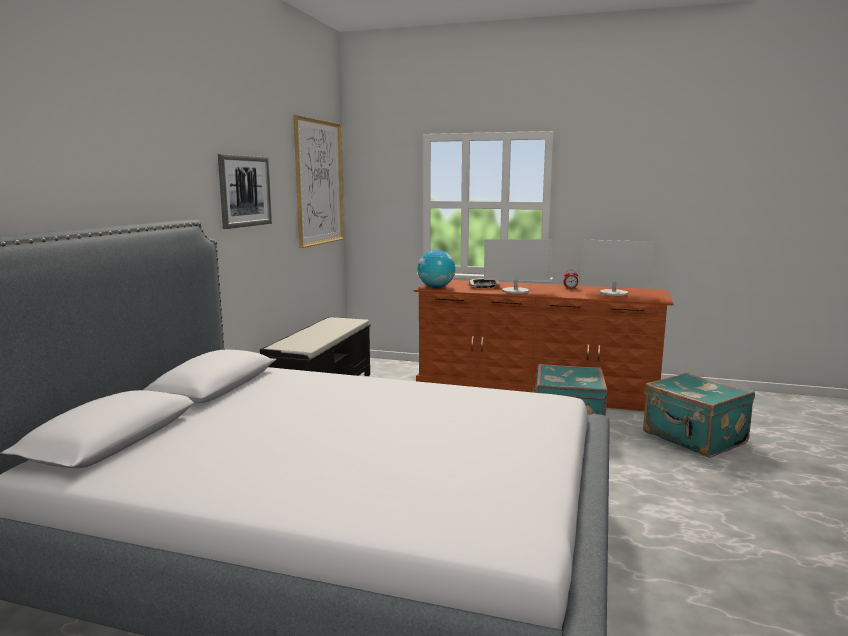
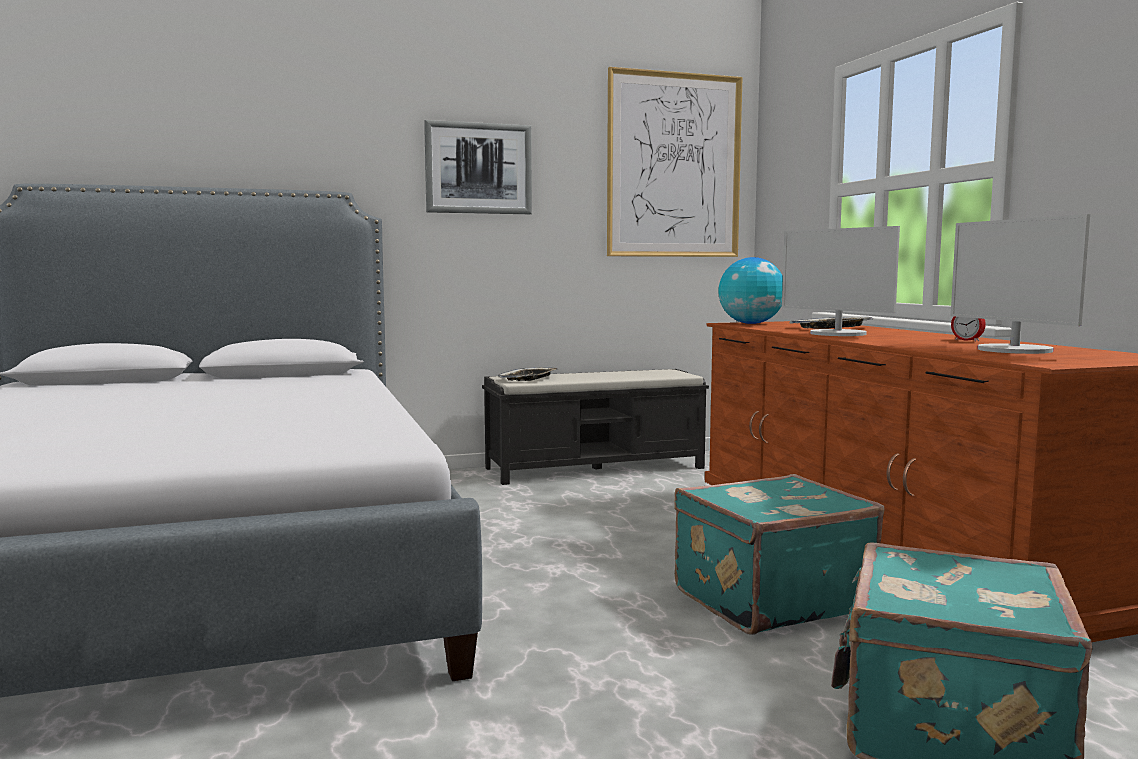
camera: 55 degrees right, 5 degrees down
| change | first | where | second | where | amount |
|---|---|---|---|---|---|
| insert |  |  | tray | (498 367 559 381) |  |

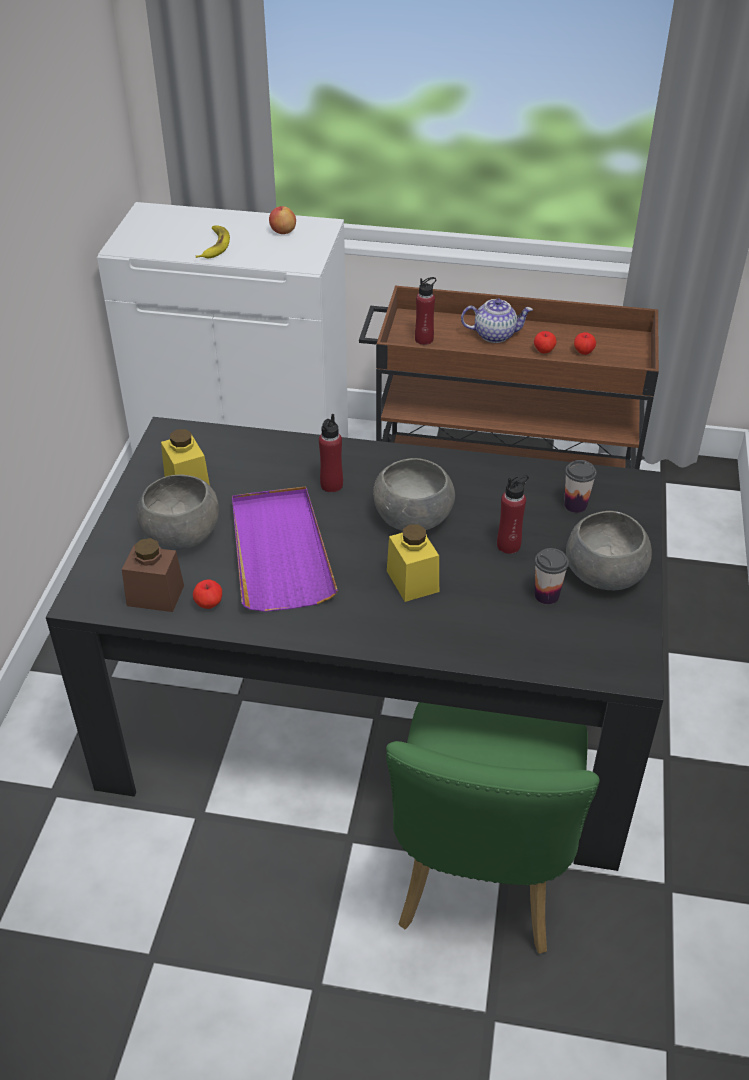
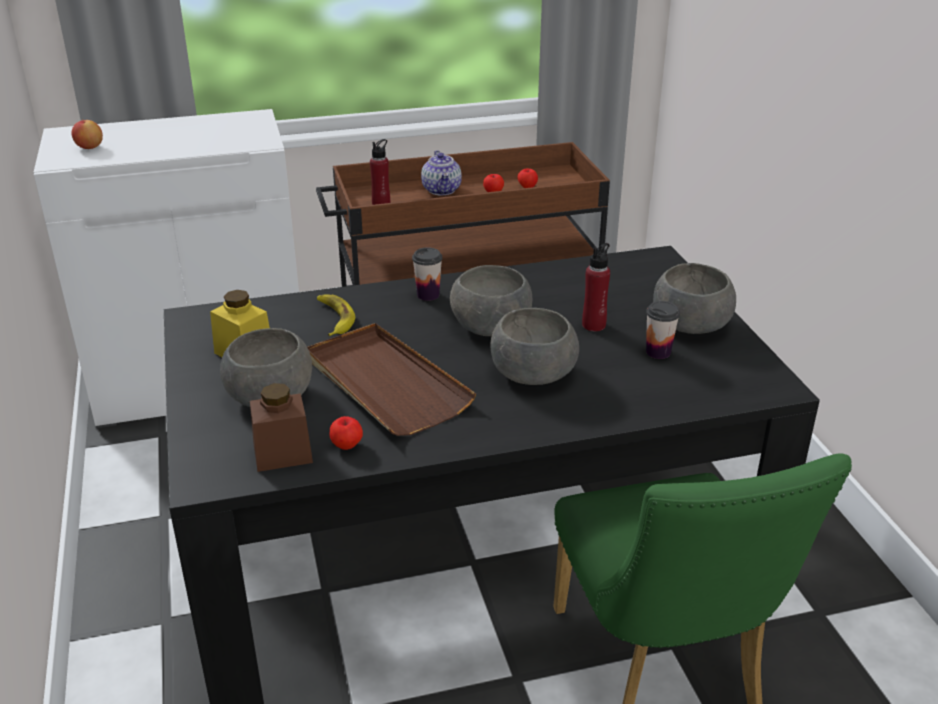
camera: 25 degrees left, 10 degrees down
| change | first | where | second | where | amount |
|---|---|---|---|---|---|
| move | apple | (269 206 296 234) |  | (71 120 103 149) |  |
| recolor | purple_tray | (232 487 338 612) | brown_tray | (307 323 476 436) |  |
| move | banana | (196 225 230 258) |  | (317 294 355 336) |  |
| move | cup | (564 460 597 513) |  | (412 247 442 301) |  |
| rotate | teapot | (461 299 533 343) |  | (421 150 462 195) | 105 degrees clockwise |
| replace | yellow_jar | (387 525 439 602) | grey_bowl | (490 308 579 385) |  |
| delete | red_bottle | (319 414 343 492) |  |  |  |

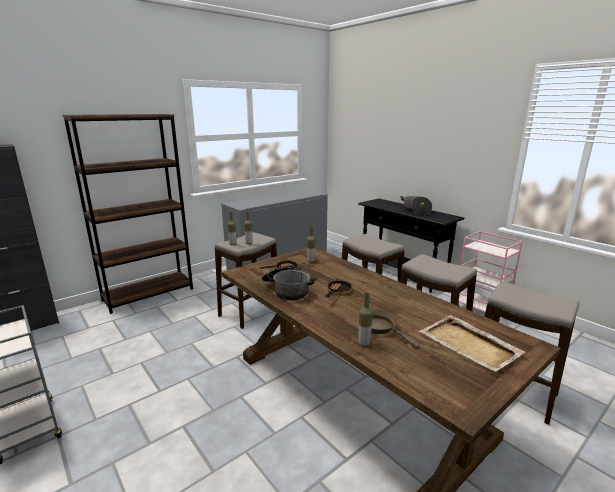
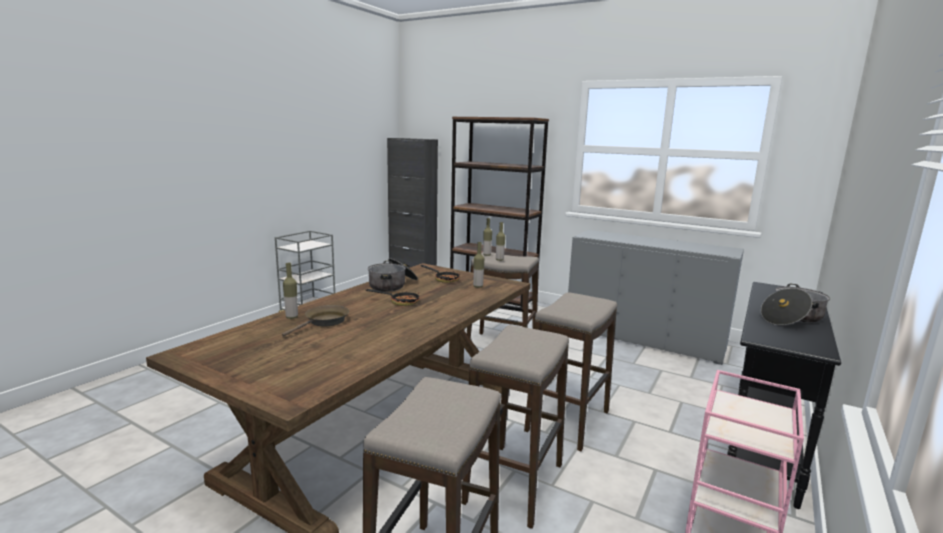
camera: 70 degrees right, 5 degrees down
| change | first | where | second | where | amount |
|---|---|---|---|---|---|
| delete | beige_tray | (419 315 525 372) |  |  |  |

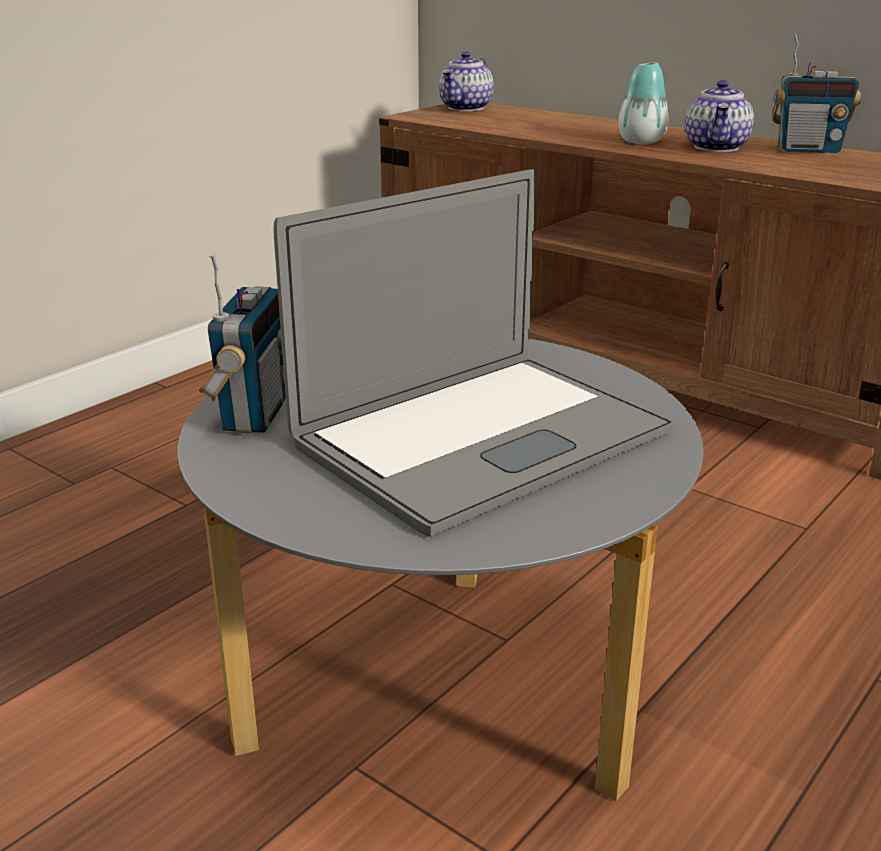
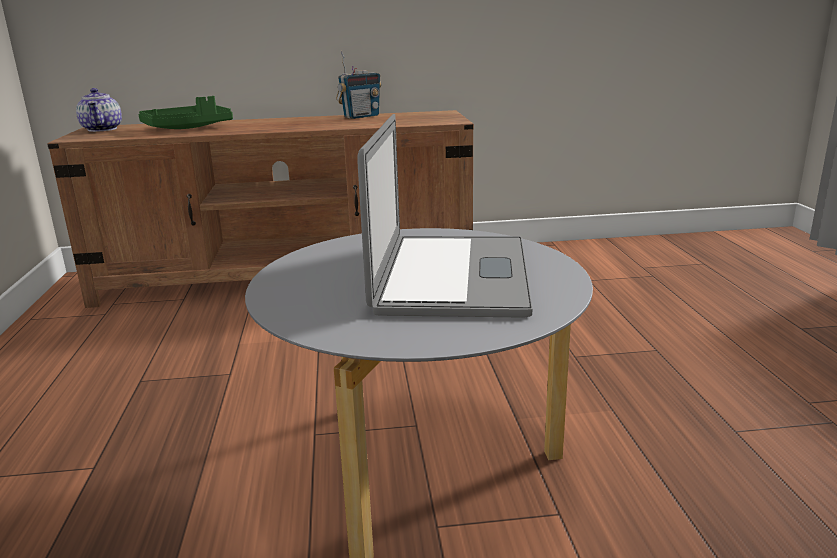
camera: 45 degrees left, 5 degrees down
| change | first | where | second | where | amount |
|---|---|---|---|---|---|
| insert |  |  | green_tray | (138 96 233 129) |  |
| delete | radio | (199 252 286 434) |  |  |  |
| delete | vase | (618 62 668 144) |  |  |  |
| delete | teapot | (685 80 754 152) |  |  |  |

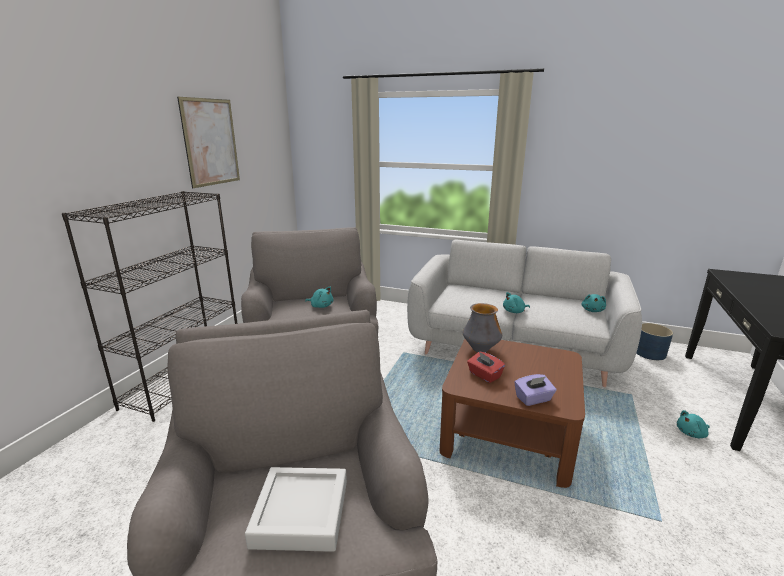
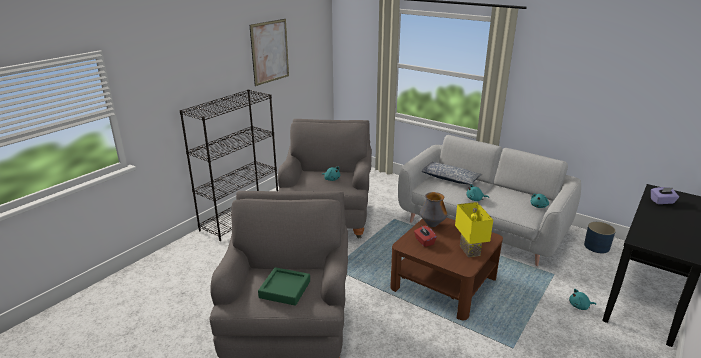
camera: 15 degrees right, 5 degrees up
| change | first | where | second | where | amount |
|---|---|---|---|---|---|
| recolor | grey_tray | (245 467 347 552) | green_tray | (258 267 310 306) |  |
| insert |  |  | pillow | (422 162 482 185) |  |
| insert |  |  | yellow_table_lamp | (455 202 493 257) |  |
| move | purple_tissue_box | (514 374 556 406) |  | (651 187 679 204) |  |

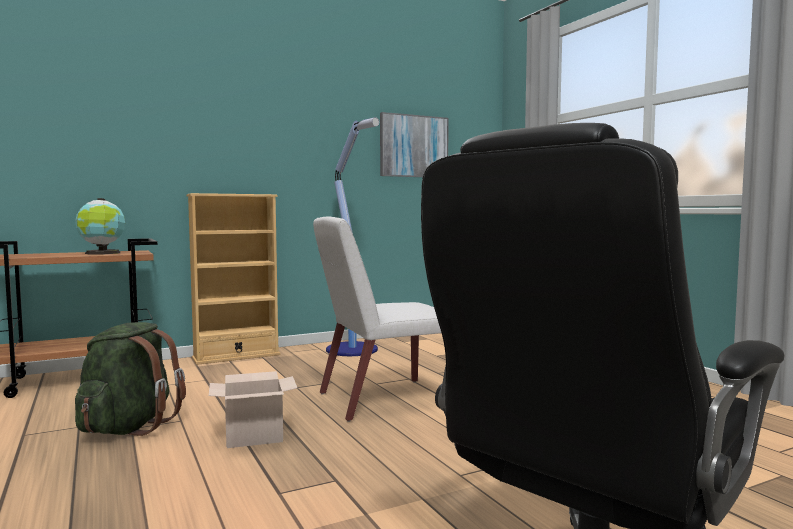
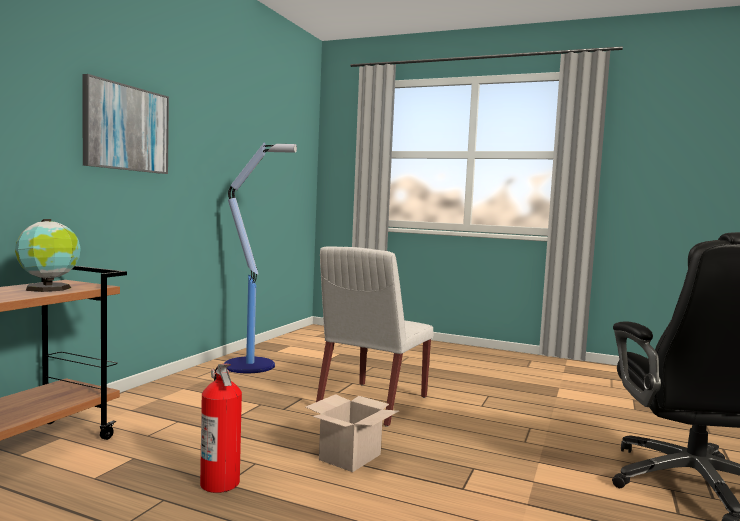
camera: 40 degrees left, 0 degrees up
| change | first | where | second | where | amount |
|---|---|---|---|---|---|
| move | picture | (380 112 449 177) |  | (82 74 169 174) |  |
| replace | green_backpack | (75 322 186 436) | fire_extinguisher | (200 364 242 493) |  |
| delete | beige_bookcase | (186 193 280 365) |  |  |  |

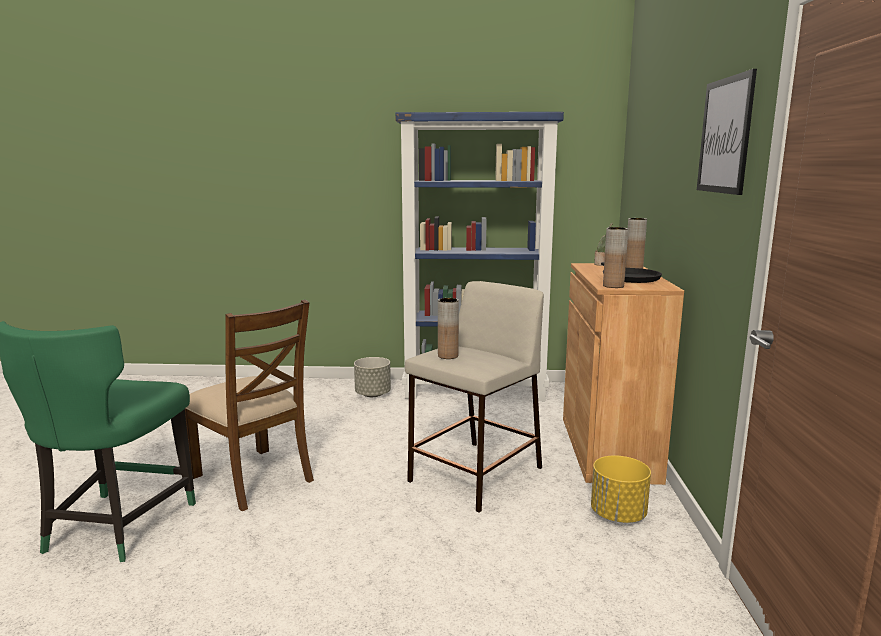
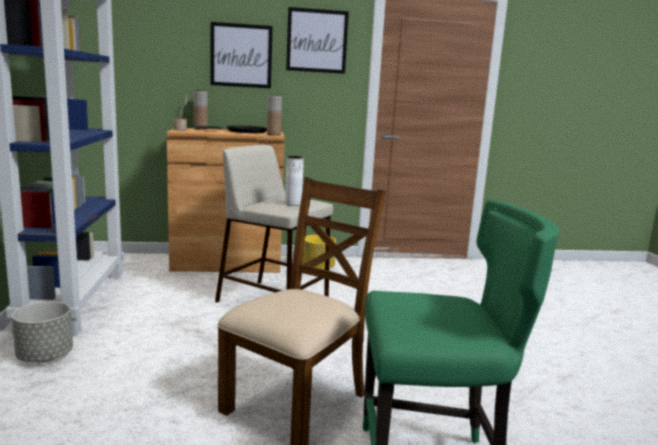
camera: 100 degrees left, 0 degrees up
| change | first | where | second | where | amount |
|---|---|---|---|---|---|
| insert |  |  | picture | (211 22 273 88) |  |
| recolor | brown_vase | (438 298 459 359) | white_vase | (285 156 304 206) |  |

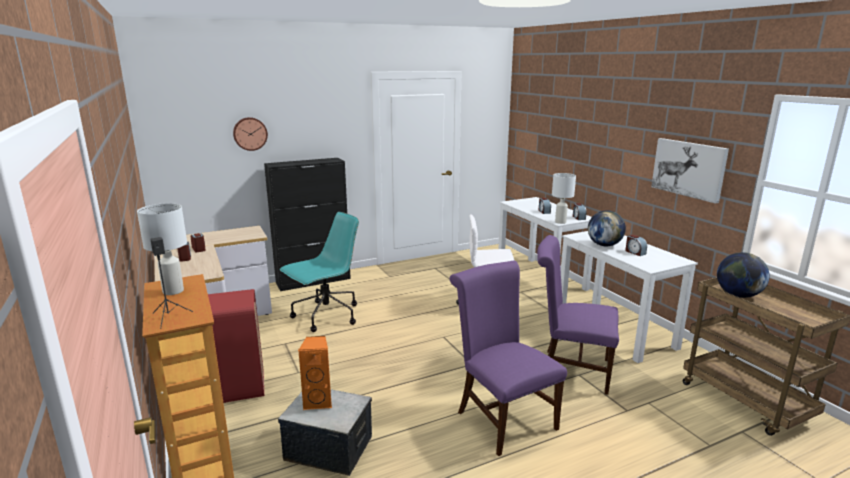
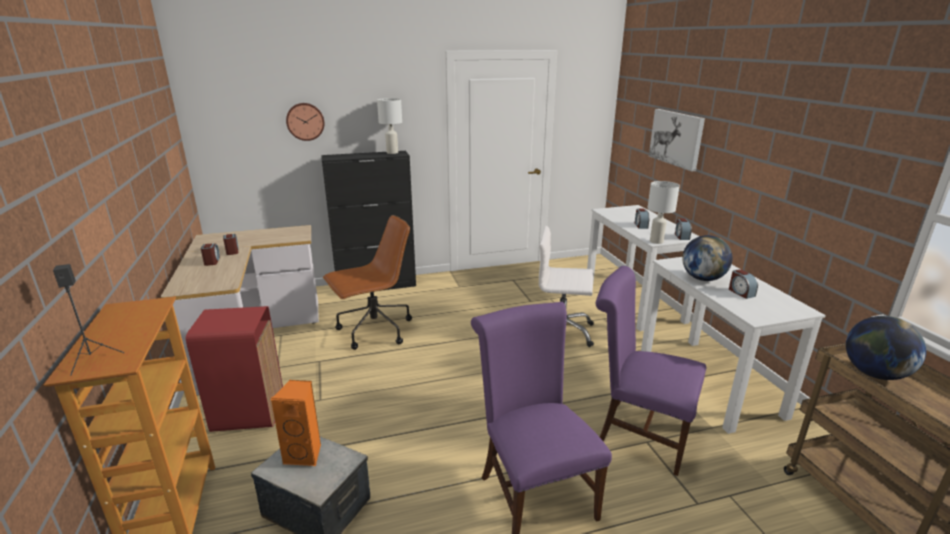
camera: 10 degrees right, 5 degrees up
| change | first | where | second | where | amount |
|---|---|---|---|---|---|
| recolor | turquoise_office_chair | (279 212 359 332) | brown_office_chair | (323 215 412 350) |  |
| move | white_table_lamp | (137 203 187 295) |  | (377 98 402 154) |  |
| move | picture | (651 138 729 204) |  | (649 109 705 172) |  |

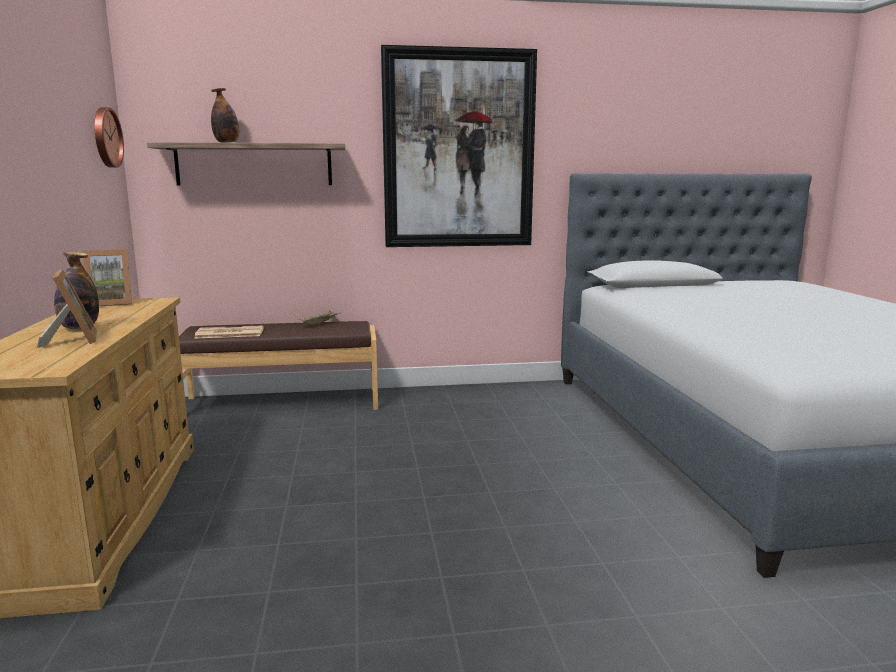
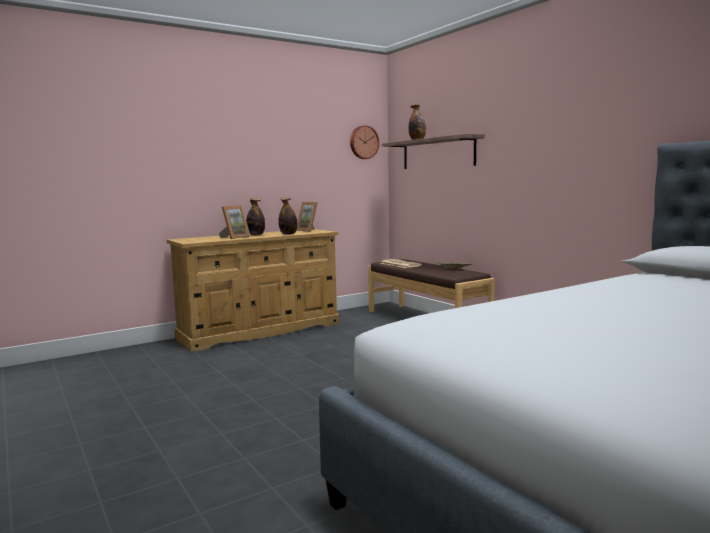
camera: 65 degrees right, 5 degrees down
| change | first | where | second | where | amount |
|---|---|---|---|---|---|
| insert |  |  | bottle | (279 198 297 235) |  |
| delete | picture | (381 45 537 247) |  |  |  |

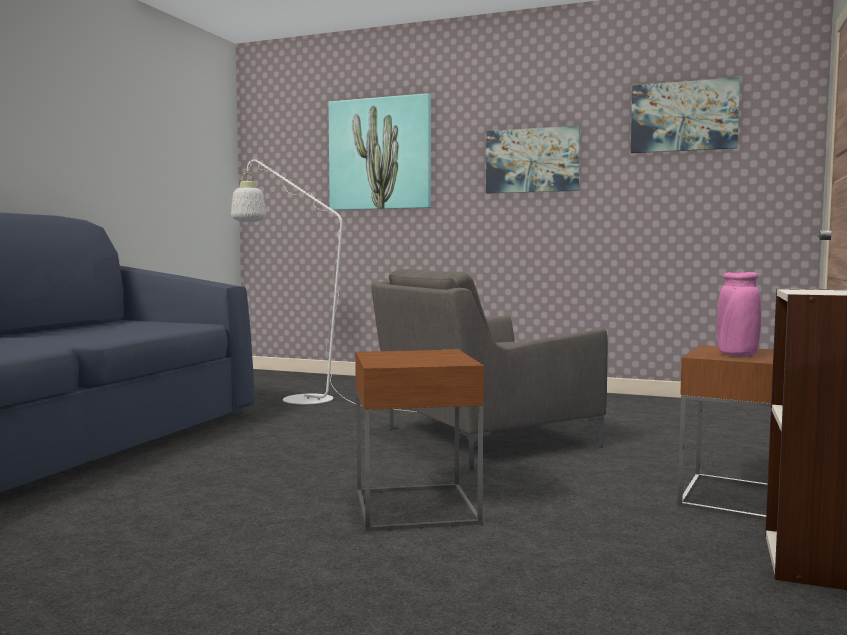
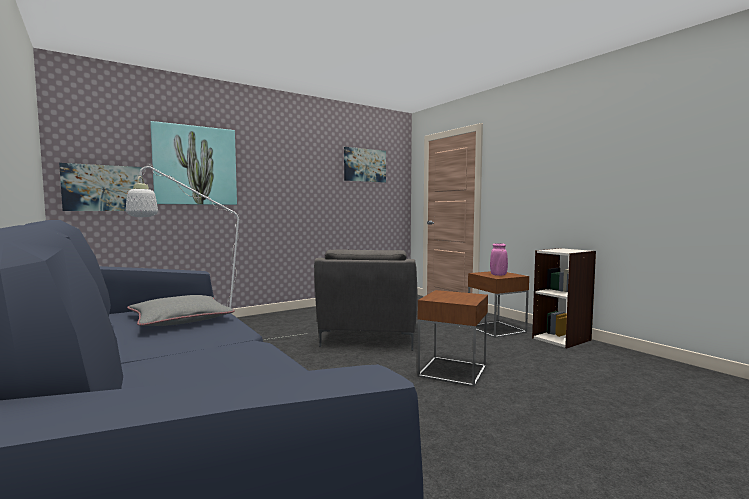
camera: 55 degrees left, 0 degrees up
| change | first | where | second | where | amount |
|---|---|---|---|---|---|
| move | picture | (486 126 580 193) |  | (59 163 142 211) |  |
| insert |  |  | grey_pillow | (127 295 235 326) |  |

